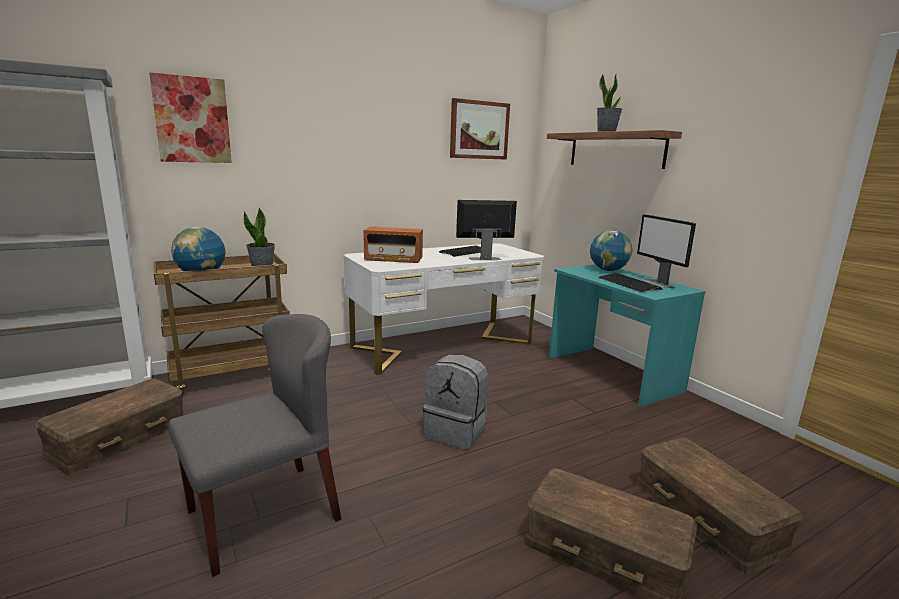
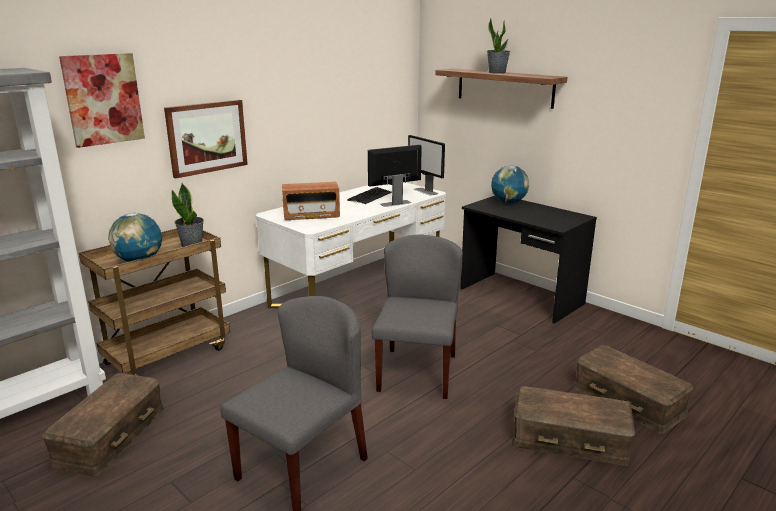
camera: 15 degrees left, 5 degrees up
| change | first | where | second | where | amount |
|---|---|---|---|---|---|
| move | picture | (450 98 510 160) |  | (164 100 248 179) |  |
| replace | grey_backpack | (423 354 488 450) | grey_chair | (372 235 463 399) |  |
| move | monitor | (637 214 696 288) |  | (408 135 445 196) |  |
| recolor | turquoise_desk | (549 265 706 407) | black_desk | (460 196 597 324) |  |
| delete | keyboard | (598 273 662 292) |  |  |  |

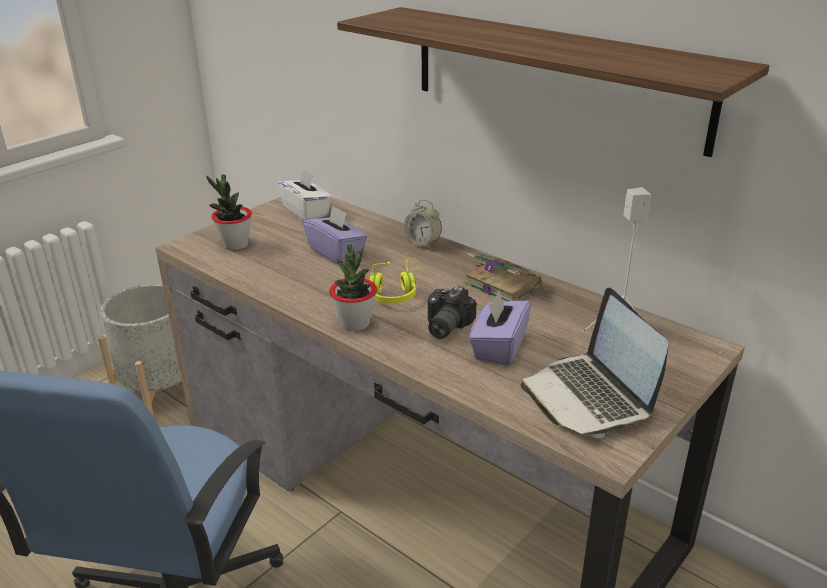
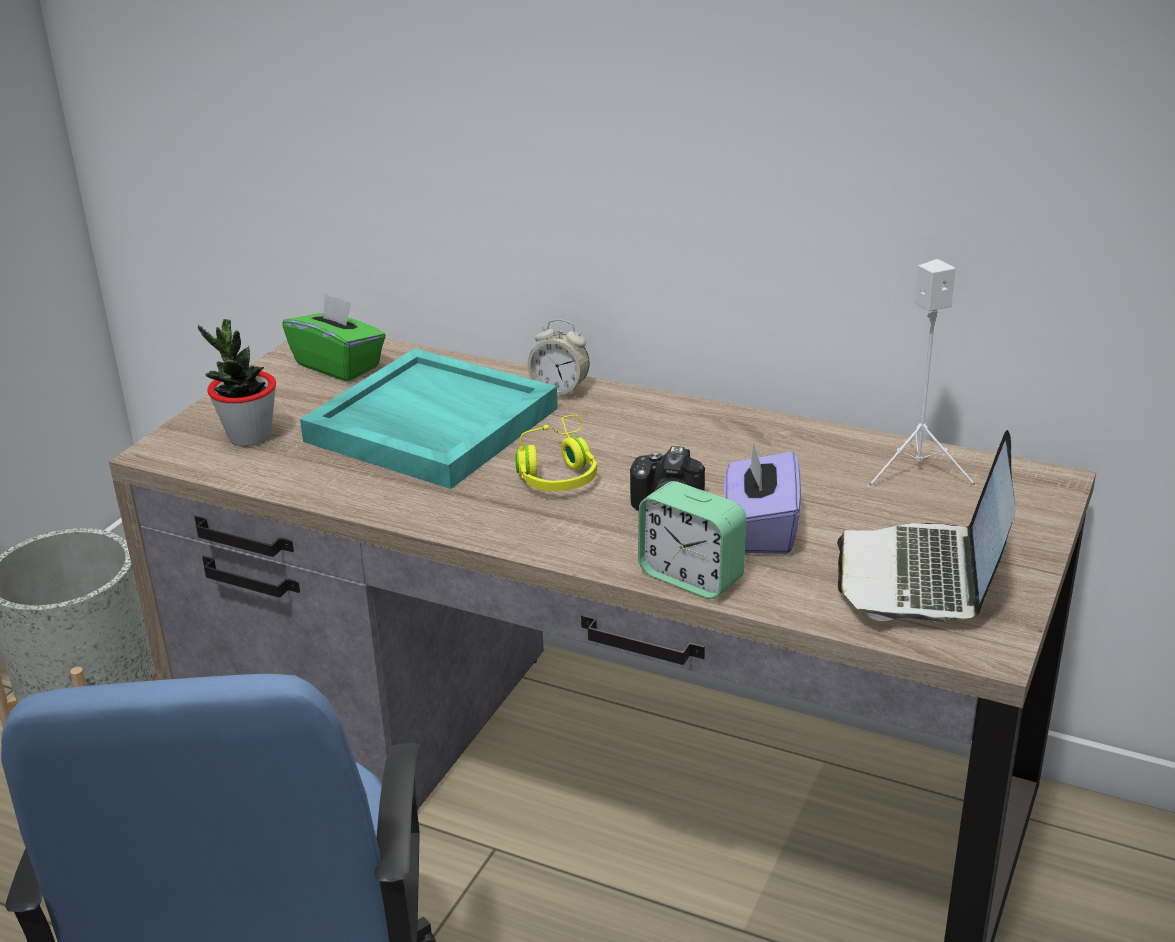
camera: 15 degrees left, 0 degrees up
| change | first | where | second | where | amount |
|---|---|---|---|---|---|
| recolor | white_tissue_box | (277 169 332 221) | green_tissue_box | (282 293 386 382) |  |
| replace | purple_tissue_box | (303 205 368 264) | turquoise_tray | (300 348 558 489) |  |
| insert |  |  | alarm_clock | (638 481 747 599) |  |
| rotate | laptop | (520 288 669 438) |  | (837 430 1016 622) | 45 degrees clockwise |
| delete | potted_plant | (329 244 377 331) |  |  |  |
| delete | shelf | (337 7 769 157) |  |  |  |
| delete | book | (464 253 541 301) |  |  |  |

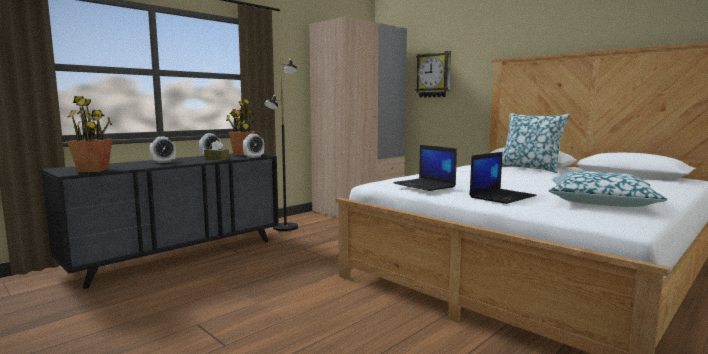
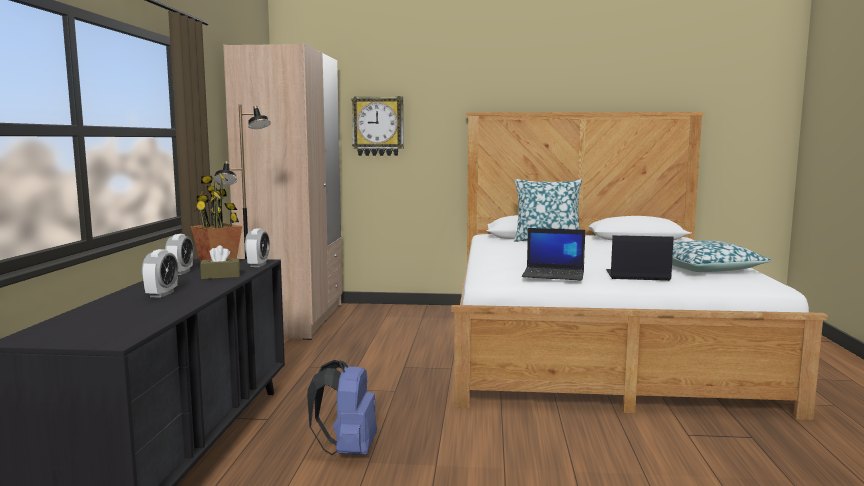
camera: 40 degrees left, 0 degrees up
| change | first | where | second | where | amount |
|---|---|---|---|---|---|
| insert |  |  | blue_backpack | (307 360 377 455) |  |
| rotate | laptop | (469 152 537 204) |  | (606 235 674 281) | 90 degrees counterclockwise |
| delete | potted_plant | (67 96 112 172) |  |  |  |

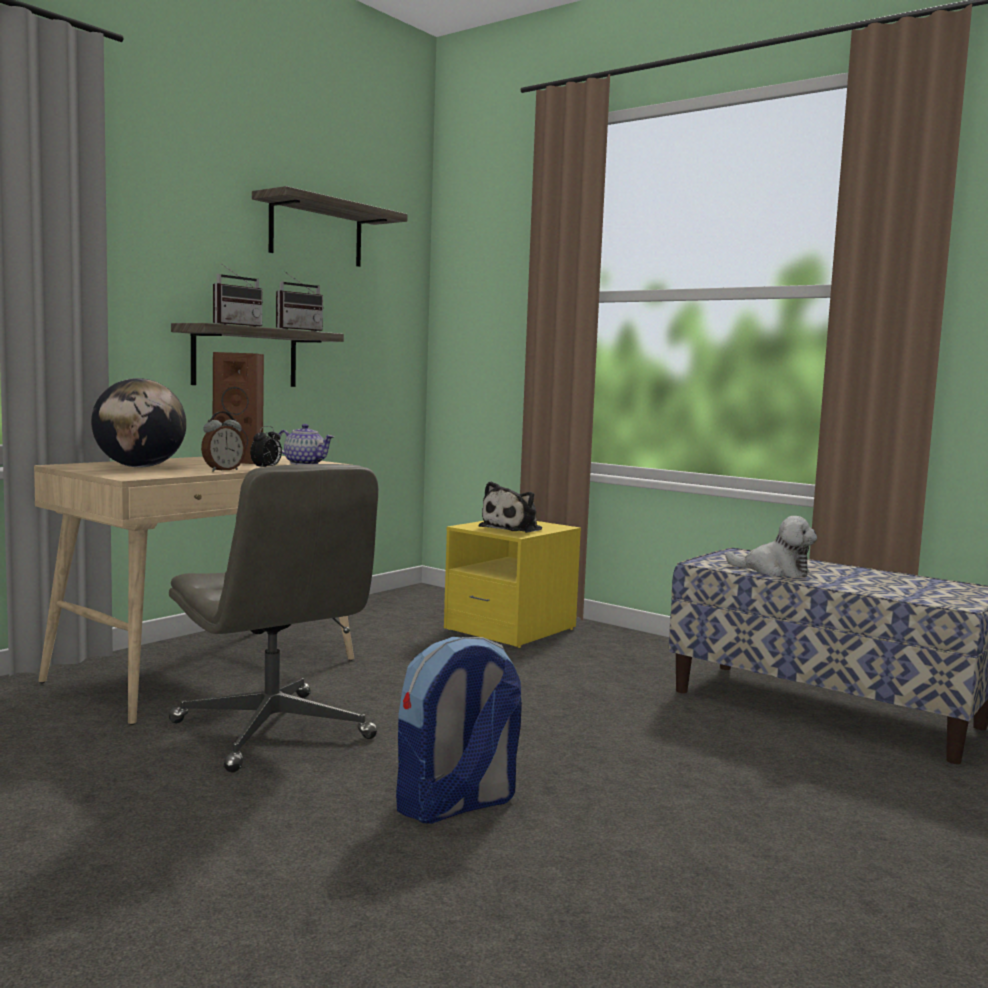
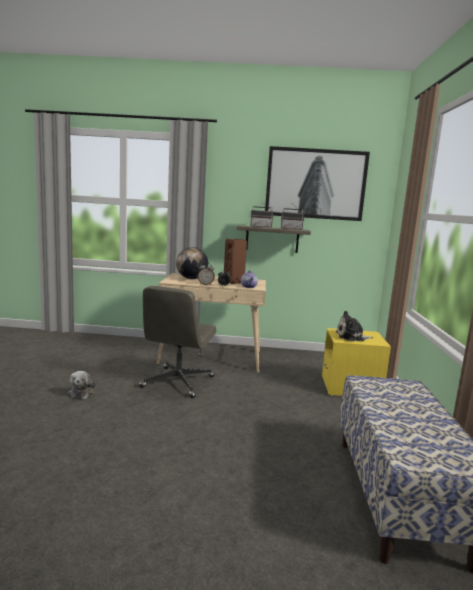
camera: 55 degrees right, 5 degrees up
| change | first | where | second | where | amount |
|---|---|---|---|---|---|
| move | plush_toy | (725 516 817 578) |  | (68 371 95 399) |  |
| replace | shelf | (252 186 408 267) | picture | (265 146 370 221) |  |
| delete | backpack | (396 637 522 824) |  |  |  |

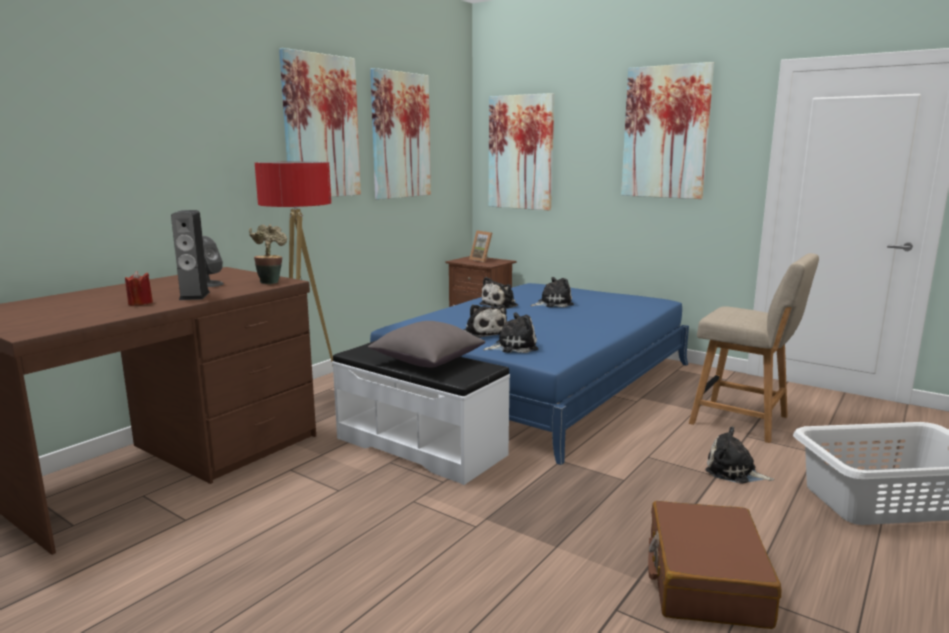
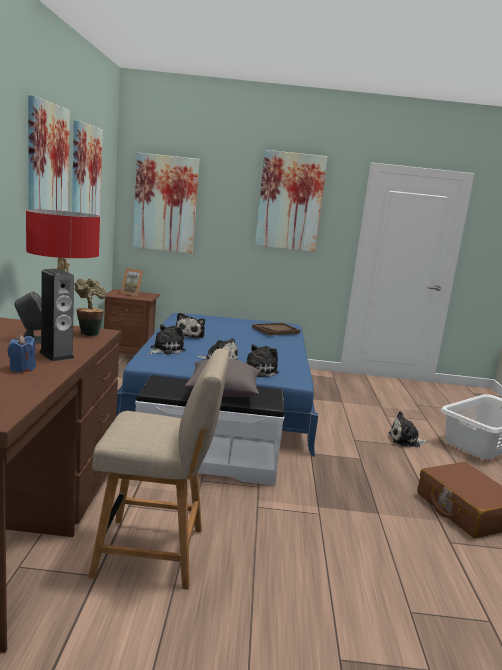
camera: 35 degrees left, 0 degrees up
| change | first | where | second | where | amount |
|---|---|---|---|---|---|
| recolor | red_candle | (125 271 153 306) | blue_candle | (8 335 36 372) |  |
| move | beige_chair | (689 253 819 443) |  | (88 349 230 590) |  |
| move | plush_toy | (531 277 574 307) |  | (149 325 185 354) |  |
| insert |  |  | brown_tray | (252 323 300 336) |  |

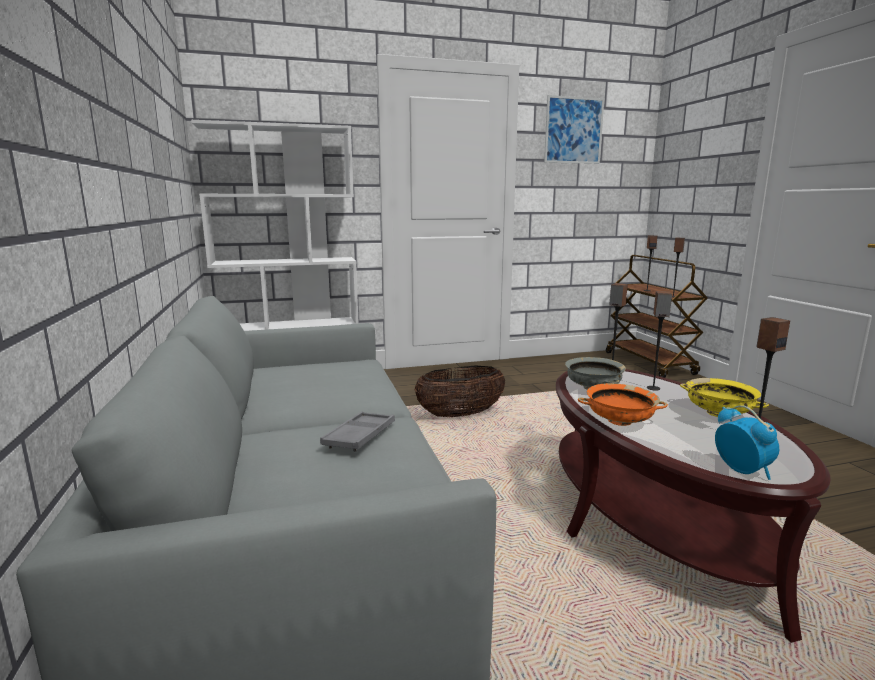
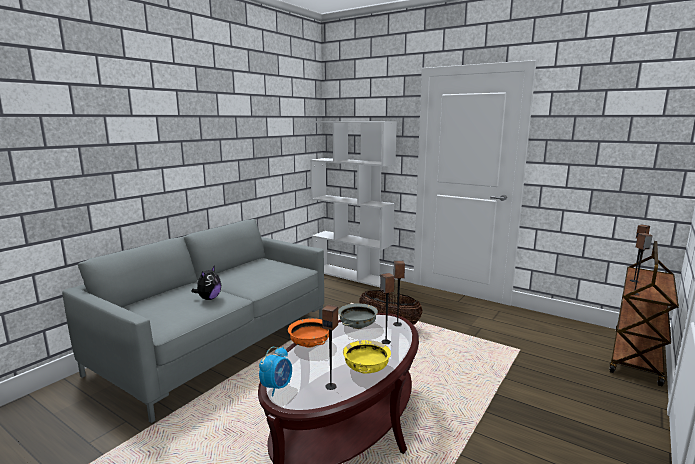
camera: 50 degrees right, 0 degrees up
| change | first | where | second | where | amount |
|---|---|---|---|---|---|
| replace | grey_tray | (320 412 395 452) | plush_toy | (191 266 221 300) |  |
| delete | picture | (544 95 605 164) |  |  |  |

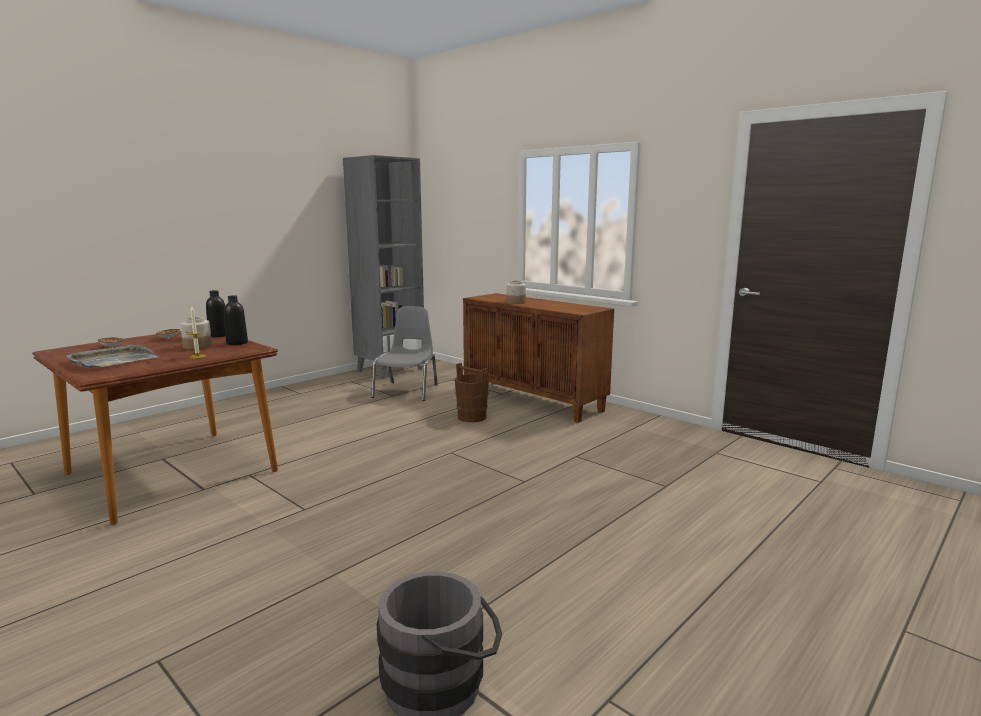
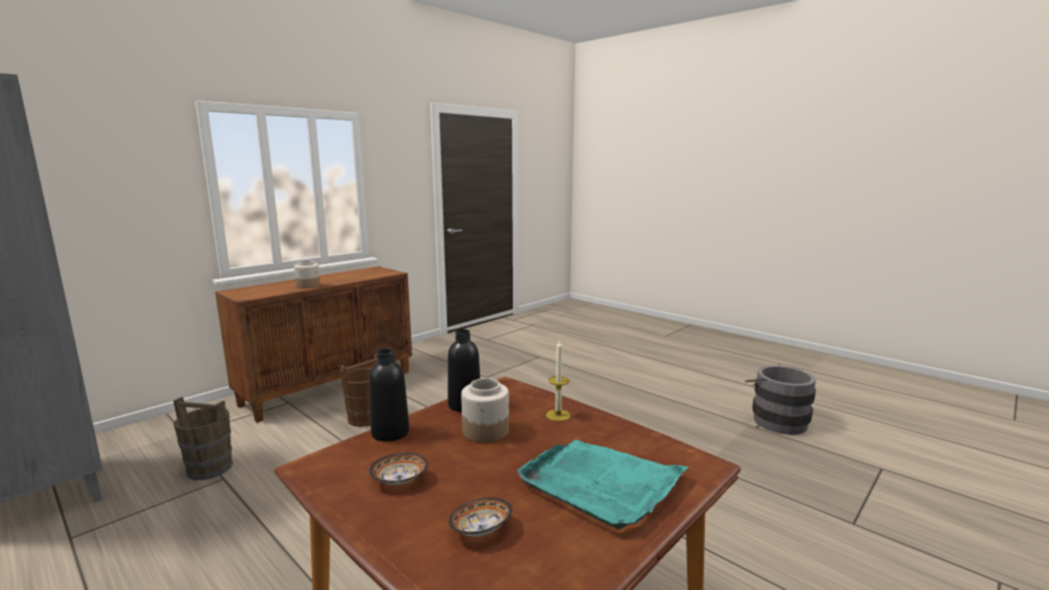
camera: 90 degrees left, 0 degrees up
| change | first | where | second | where | amount |
|---|---|---|---|---|---|
| replace | grey_chair | (371 306 438 401) | brown_bucket | (173 397 233 480) |  |
| recolor | grey_tray | (66 345 159 368) | turquoise_tray | (517 440 688 530) |  |

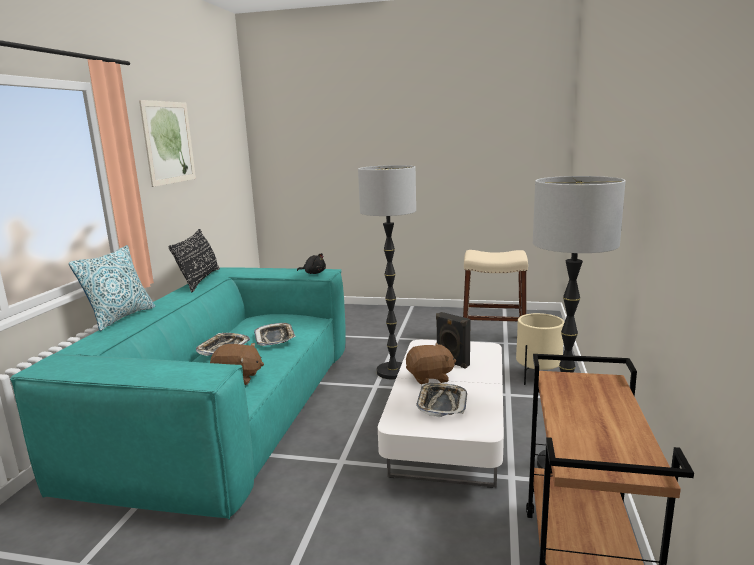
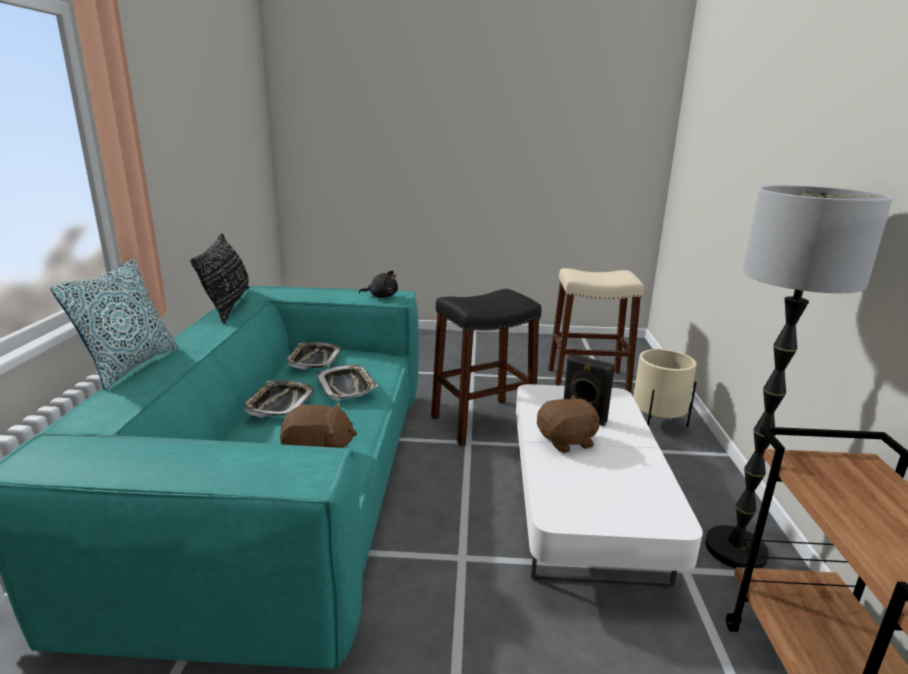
camera: 10 degrees left, 5 degrees up
| change | first | where | second | where | amount |
|---|---|---|---|---|---|
| move | tray | (416 383 467 417) |  | (286 342 341 369) |  |
| replace | floor_lamp | (358 165 416 379) | black_stool | (431 289 541 446) |  |
| delete | picture | (139 100 196 187) |  |  |  |

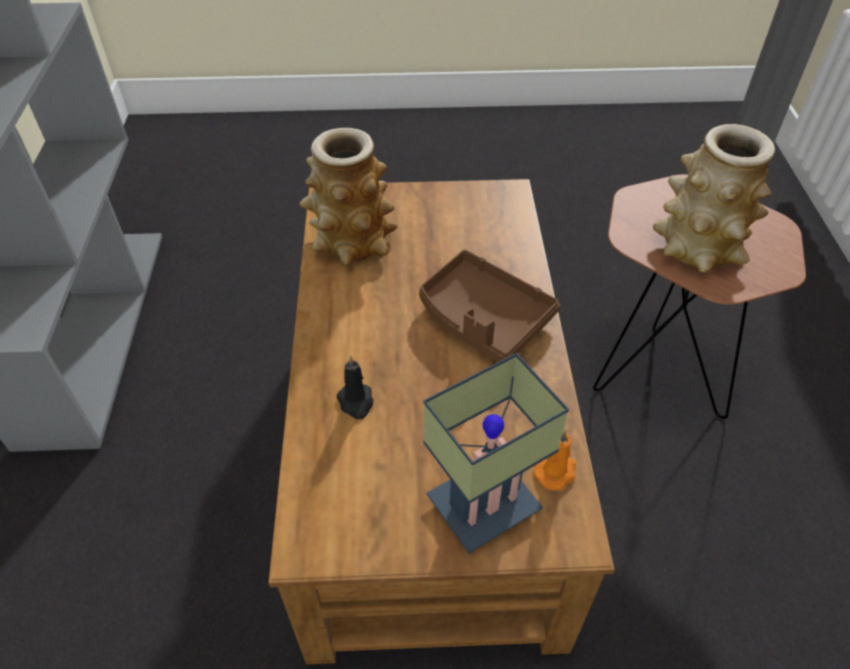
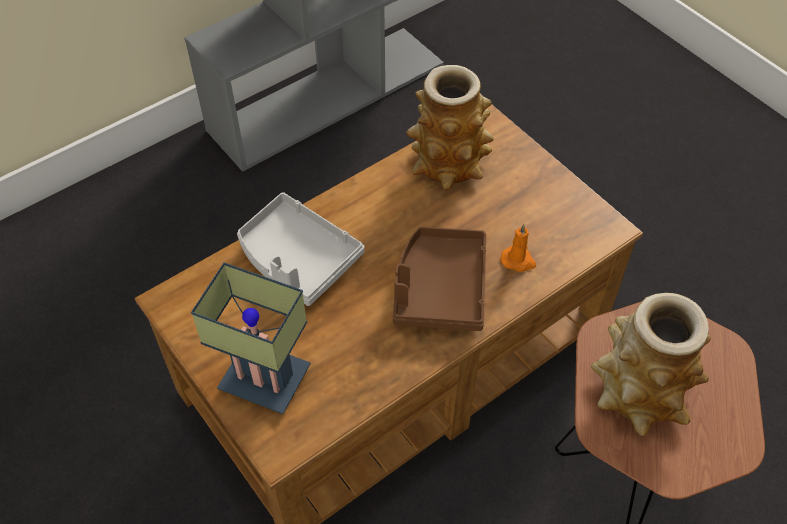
camera: 55 degrees right, 5 degrees up
| change | first | where | second | where | amount |
|---|---|---|---|---|---|
| replace | black_candle | (336 356 373 419) | grey_tray | (237 192 364 306) |  |
| move | orange_candle | (534 430 576 490) |  | (500 224 536 272) |  |

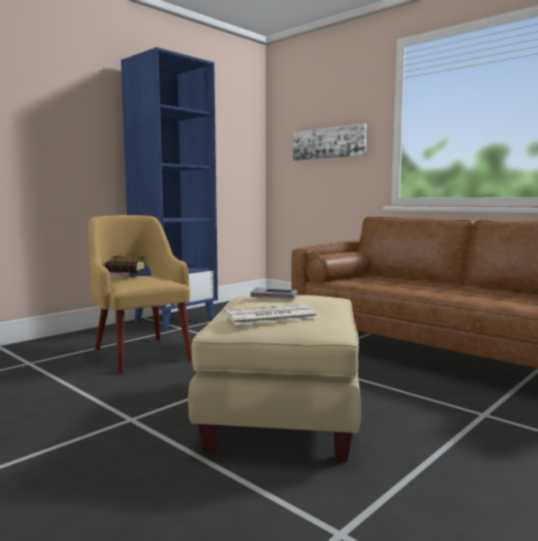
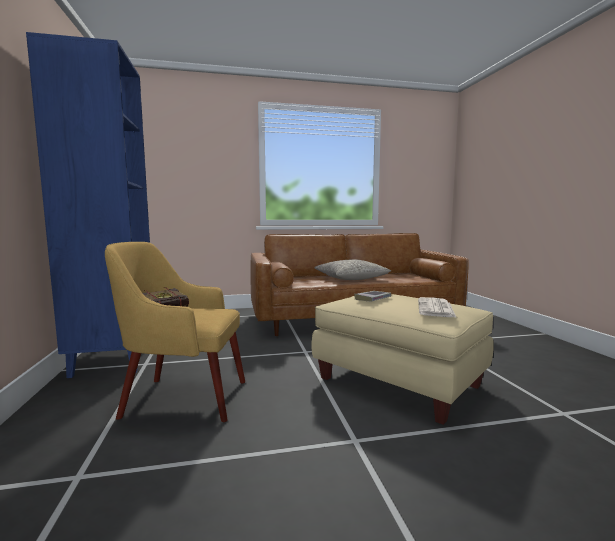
camera: 55 degrees left, 0 degrees up
| change | first | where | second | where | amount |
|---|---|---|---|---|---|
| insert |  |  | grey_pillow | (314 259 391 280) |  |
| delete | picture | (293 123 367 160) |  |  |  |

